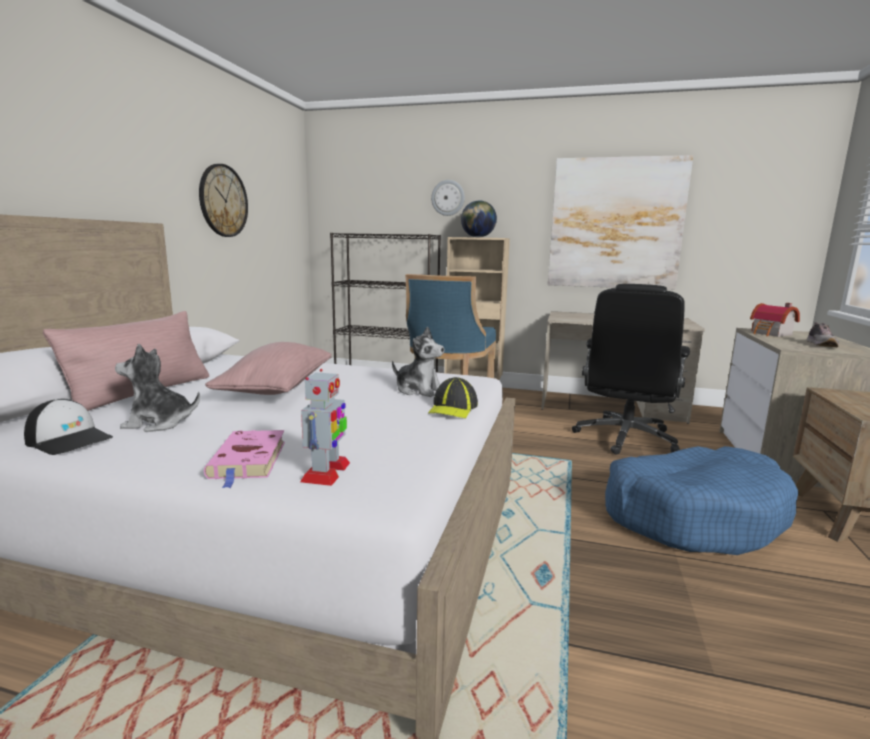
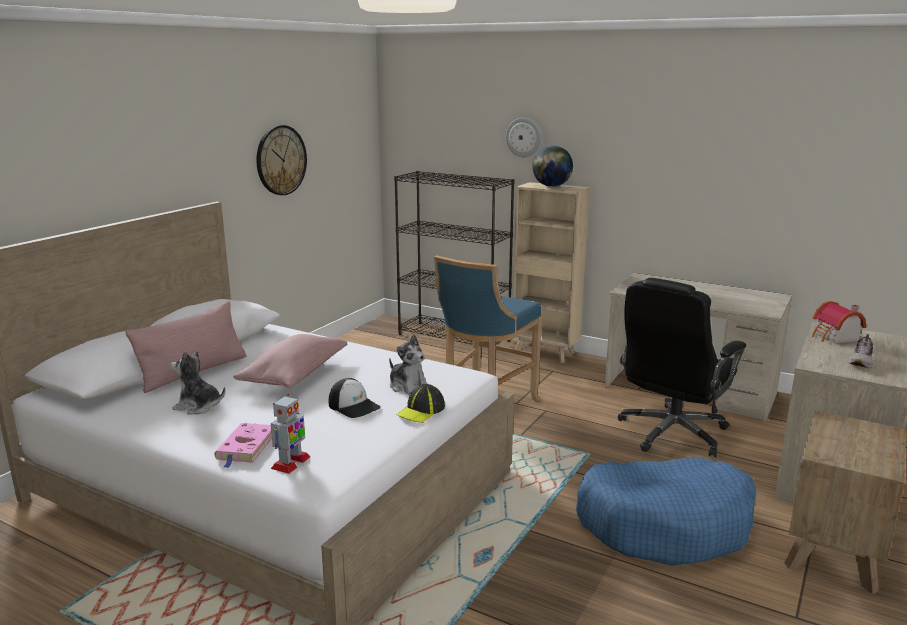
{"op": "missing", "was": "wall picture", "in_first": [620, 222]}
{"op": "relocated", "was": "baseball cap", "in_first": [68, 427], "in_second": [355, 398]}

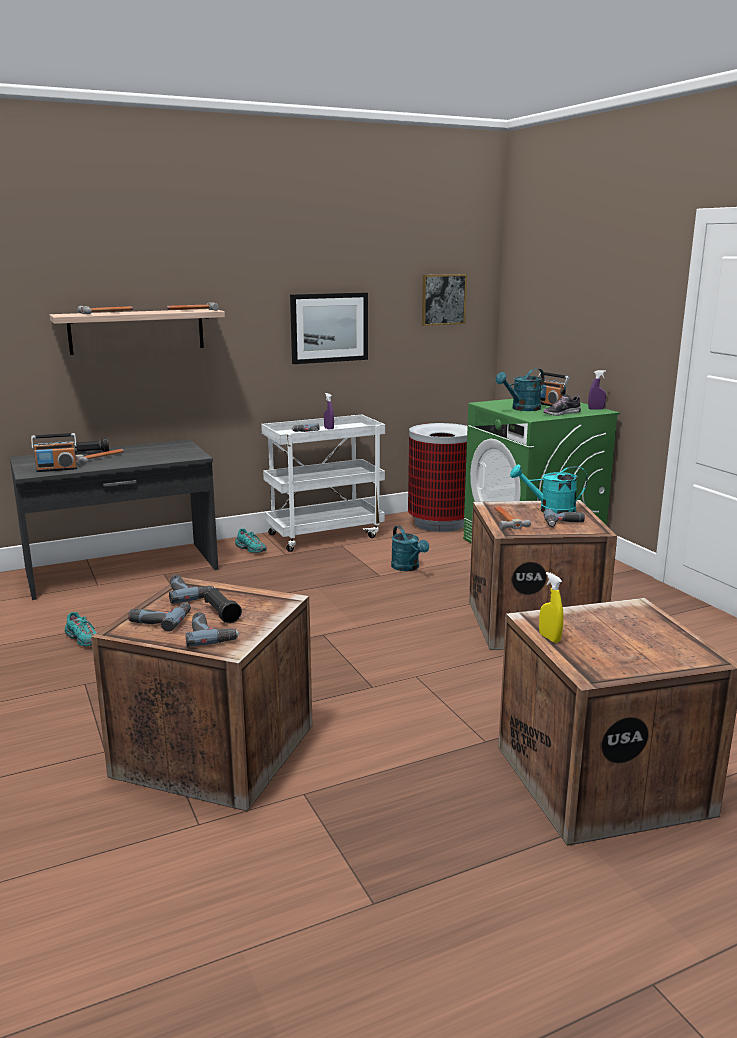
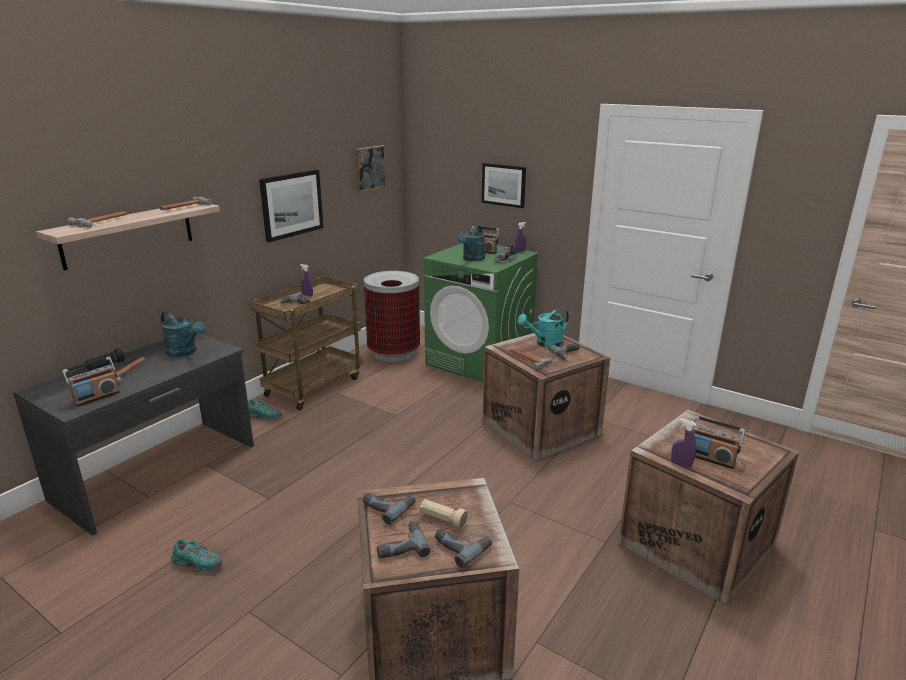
{"op": "appeared", "now": "wall picture", "in_second": [504, 185]}
{"op": "appeared", "now": "radio", "in_second": [718, 442]}
{"op": "relocated", "was": "watering pot in turquoise-coloured", "in_first": [410, 548], "in_second": [183, 334]}
{"op": "colour", "was": "flashlight in black", "now": "flashlight in sand-coloured", "in_first": [223, 606], "in_second": [444, 514]}
{"op": "colour", "was": "cart in whitish", "now": "cart in brown", "in_first": [323, 483], "in_second": [306, 343]}
{"op": "colour", "was": "hand sprayer in yellow", "now": "hand sprayer in purple-coloured", "in_first": [551, 607], "in_second": [683, 443]}

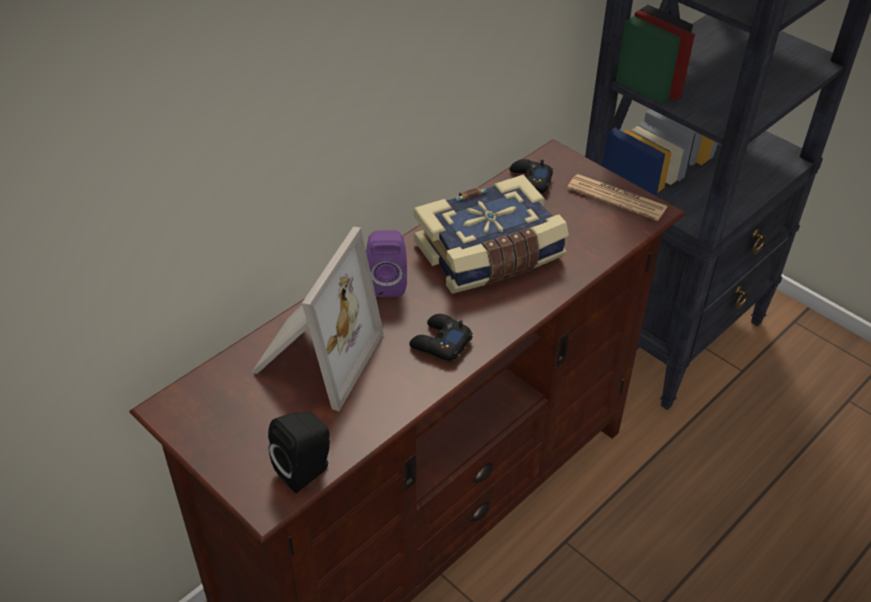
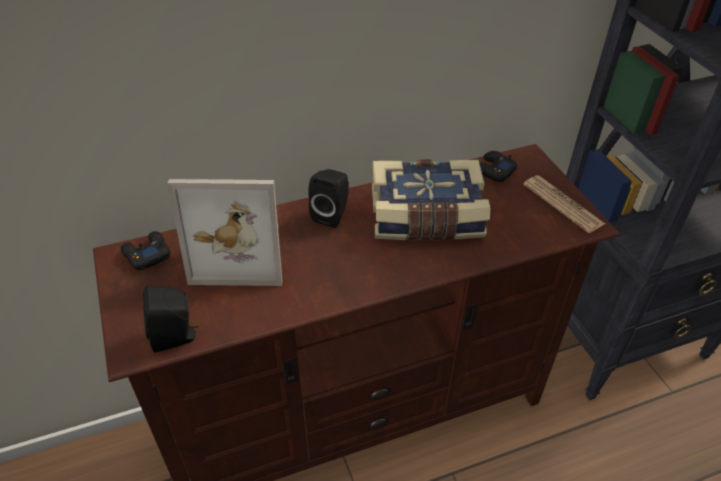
{"op": "relocated", "was": "joypad in black", "in_first": [441, 337], "in_second": [145, 250]}
{"op": "colour", "was": "speaker in purple-coloured", "now": "speaker in black", "in_first": [386, 263], "in_second": [328, 198]}
{"op": "spun", "was": "photo frame", "in_first": [317, 319], "in_second": [225, 232], "clockwise": 45}

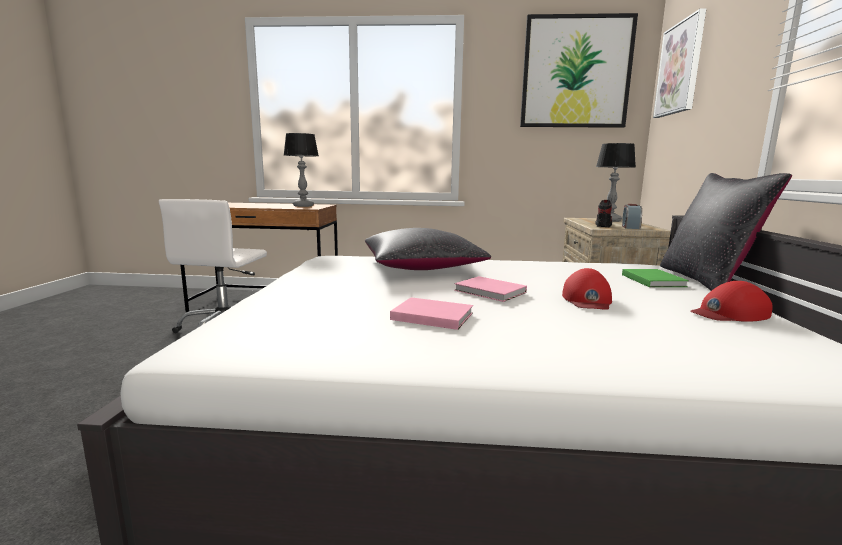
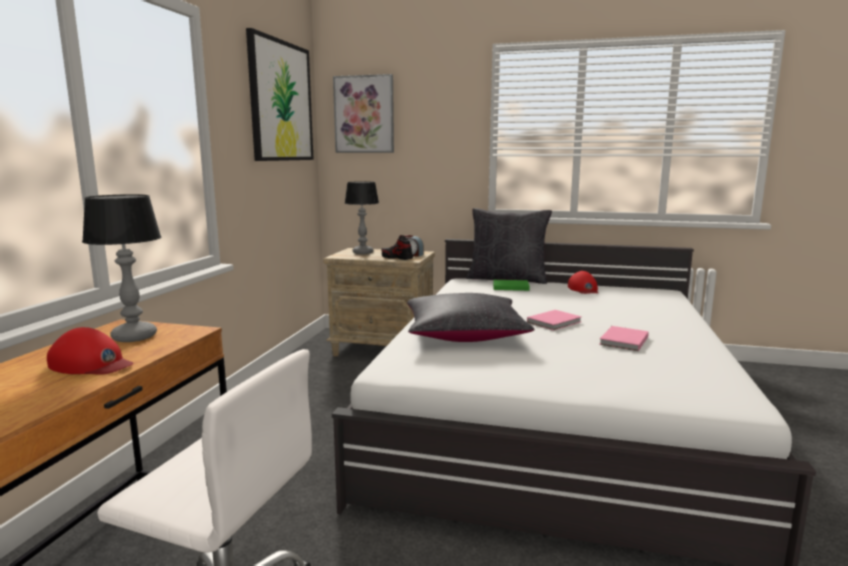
{"op": "relocated", "was": "baseball cap in red-coloured", "in_first": [587, 289], "in_second": [90, 351]}

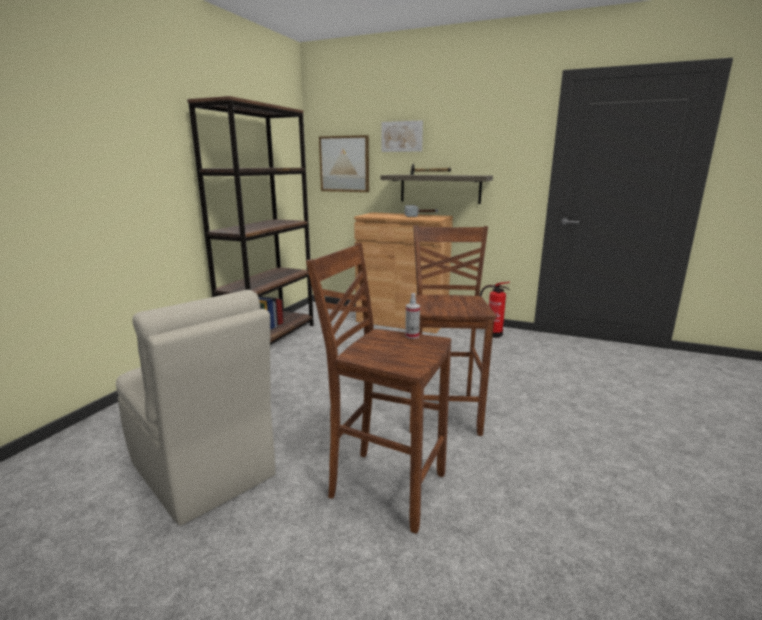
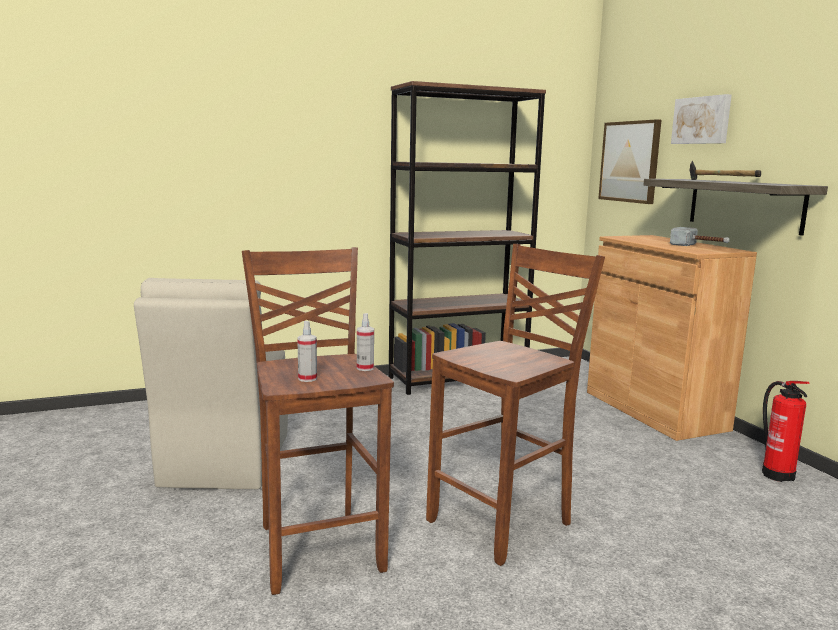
{"op": "appeared", "now": "hand sprayer", "in_second": [307, 351]}

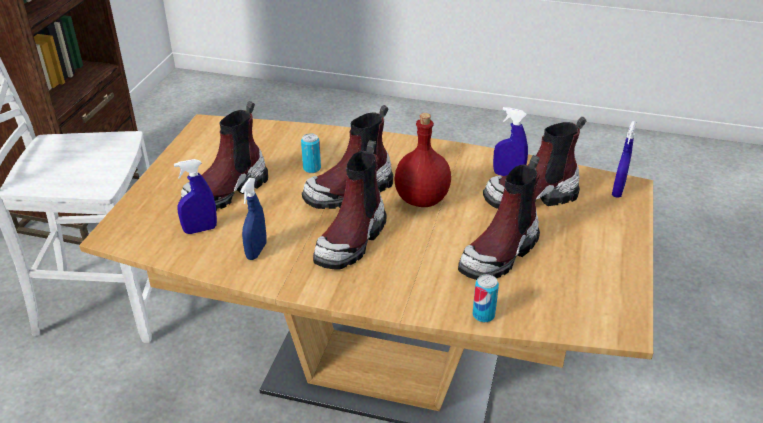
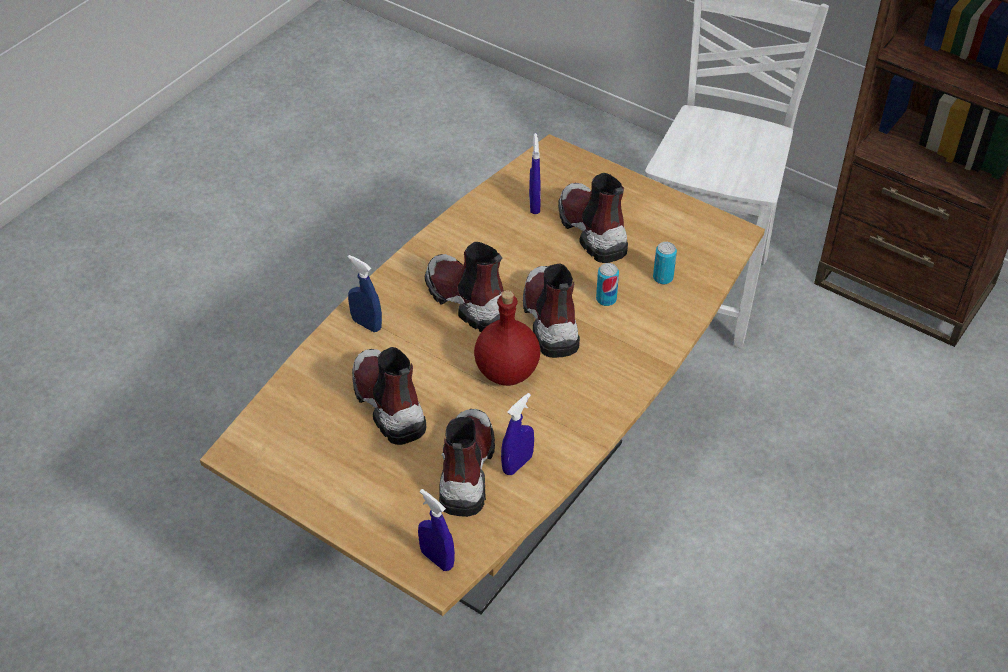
{"op": "relocated", "was": "hand sprayer in blue", "in_first": [253, 219], "in_second": [364, 293]}
{"op": "relocated", "was": "sealed can", "in_first": [486, 298], "in_second": [665, 263]}

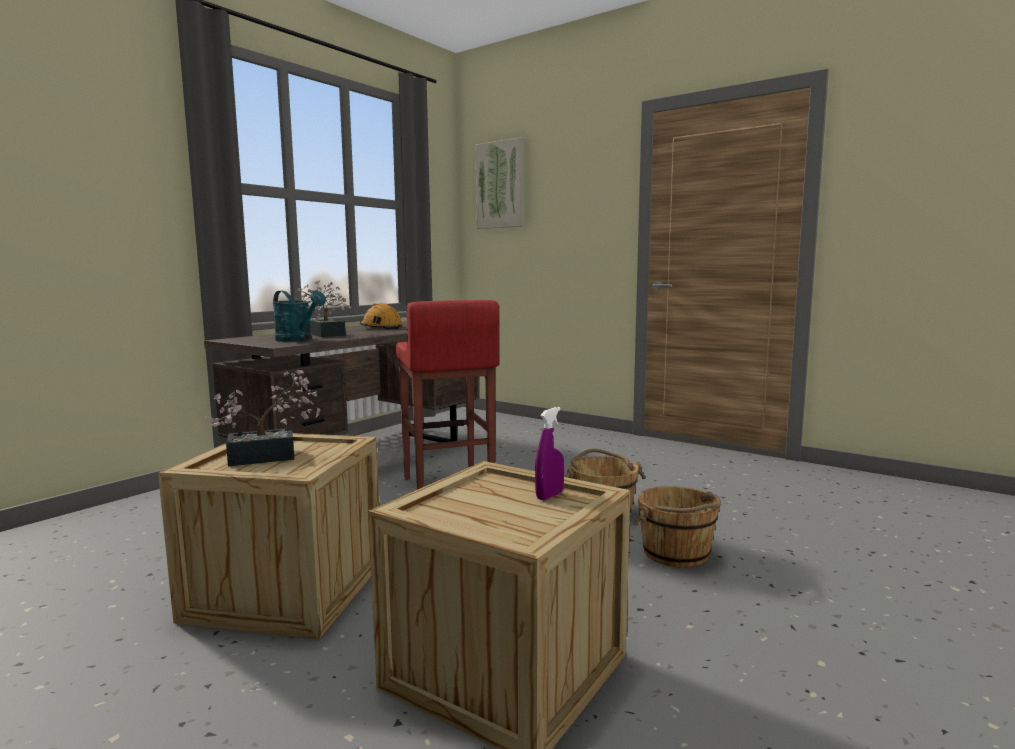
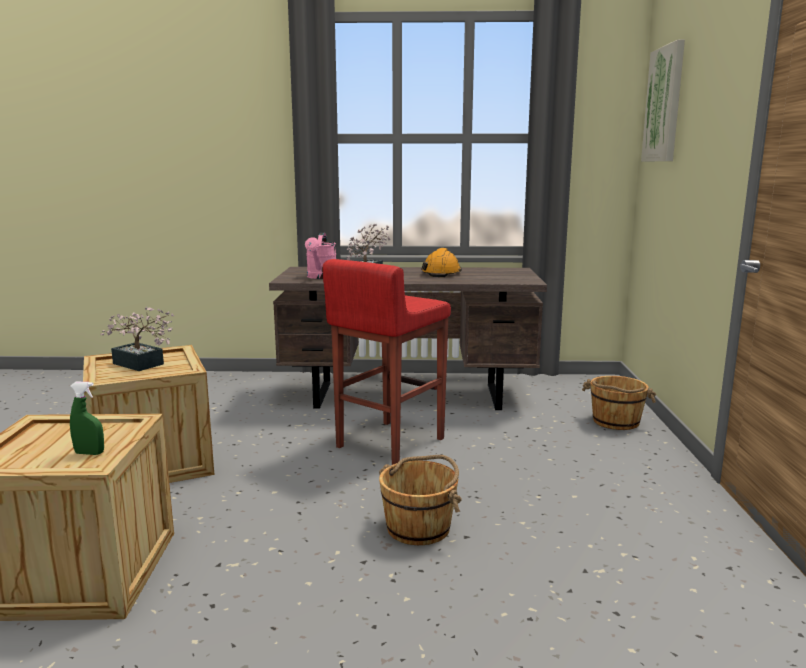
{"op": "relocated", "was": "bucket in brown", "in_first": [677, 526], "in_second": [619, 403]}
{"op": "colour", "was": "watering pot in turquoise-coloured", "now": "watering pot in pinkish", "in_first": [299, 316], "in_second": [320, 256]}
{"op": "colour", "was": "hand sprayer in purple-coloured", "now": "hand sprayer in green", "in_first": [549, 453], "in_second": [87, 418]}

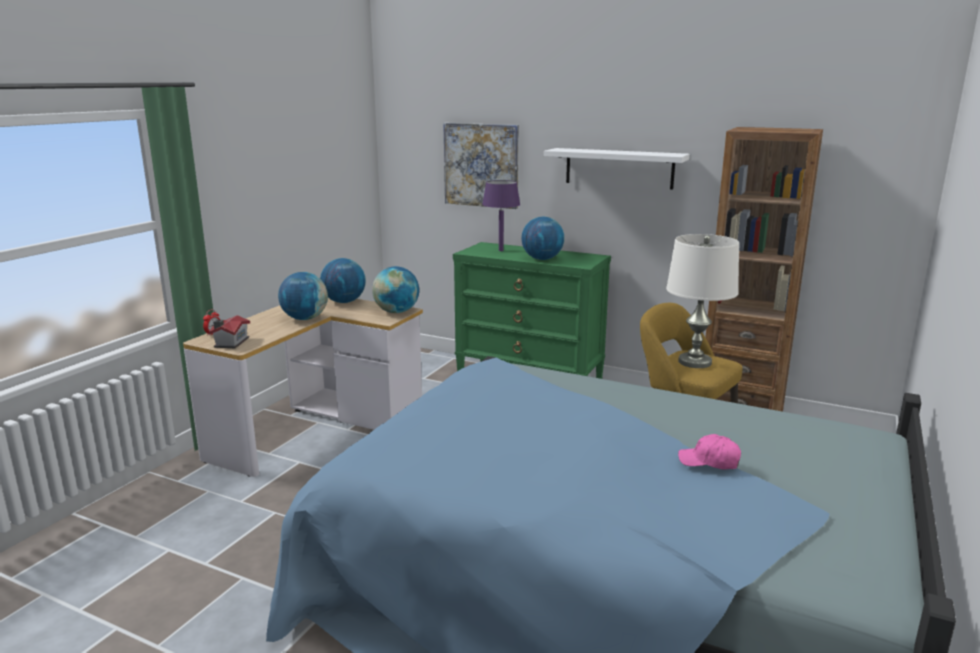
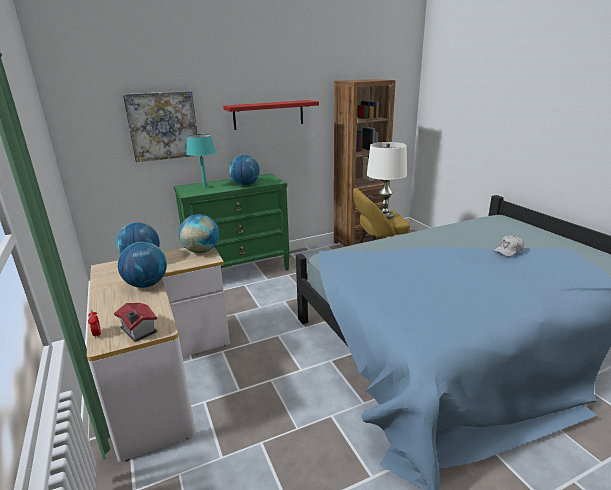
{"op": "colour", "was": "tabletop lamp in purple-coloured", "now": "tabletop lamp in turquoise-coloured", "in_first": [501, 215], "in_second": [201, 161]}
{"op": "colour", "was": "bracket shelf in whitish", "now": "bracket shelf in red-coloured", "in_first": [617, 169], "in_second": [271, 115]}
{"op": "colour", "was": "baseball cap in pinkish", "now": "baseball cap in whitish", "in_first": [709, 452], "in_second": [509, 245]}

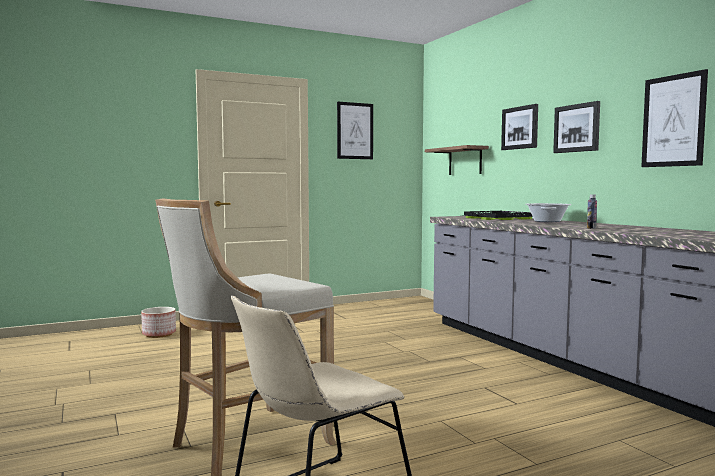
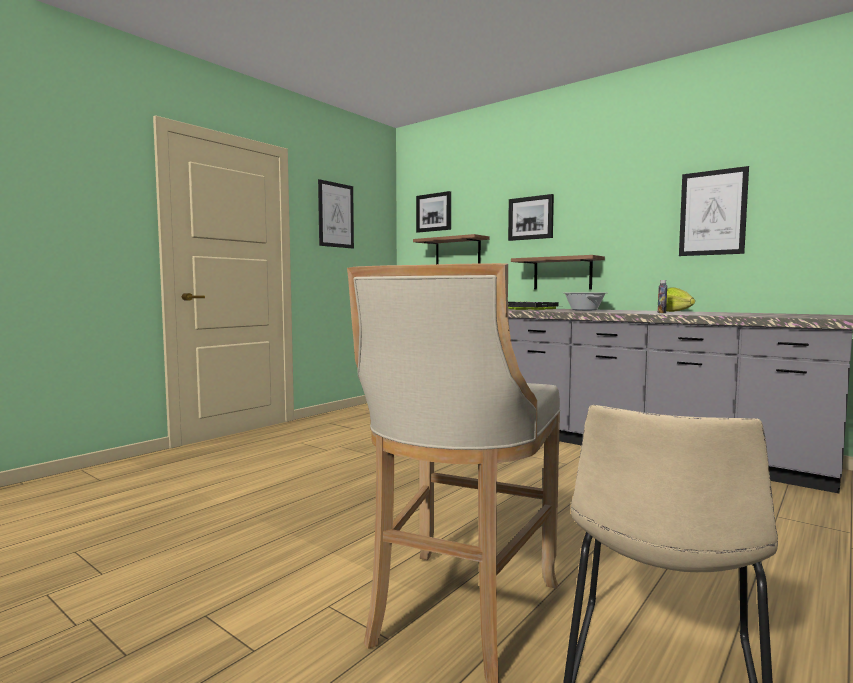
{"op": "missing", "was": "flower pot", "in_first": [158, 322]}
{"op": "appeared", "now": "bracket shelf", "in_second": [558, 272]}
{"op": "appeared", "now": "lettuce head", "in_second": [680, 299]}
{"op": "relocated", "was": "wall picture", "in_first": [576, 127], "in_second": [433, 212]}

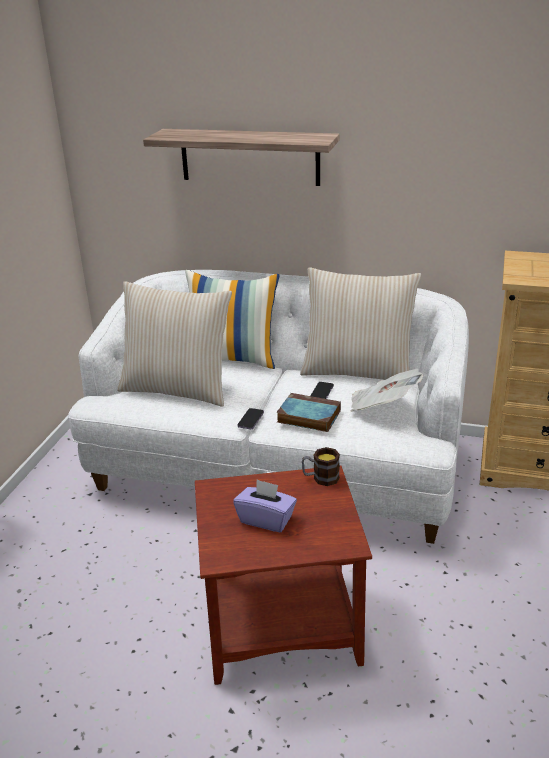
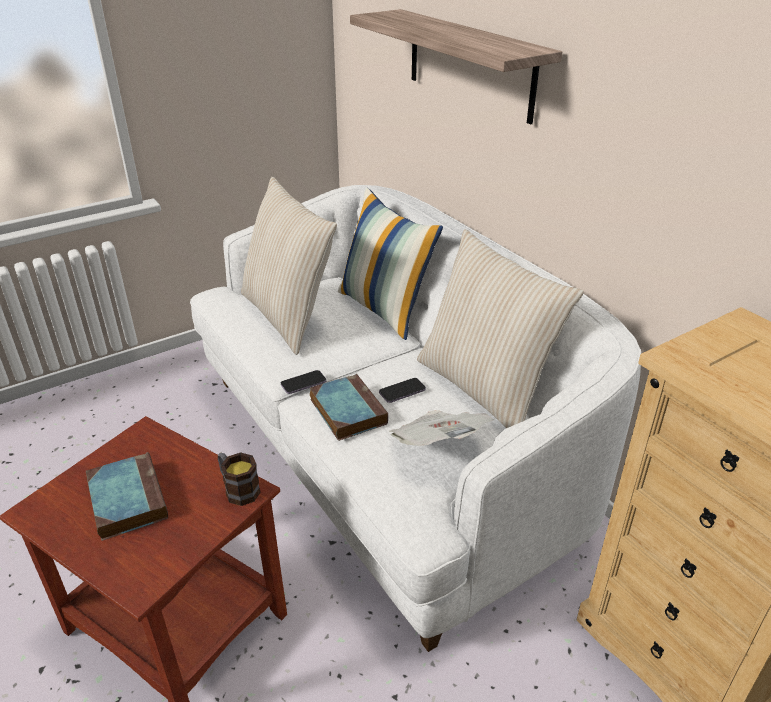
{"op": "exchanged", "was": "box of tissues in purple-coloured", "now": "volume", "in_first": [265, 505], "in_second": [127, 496]}

